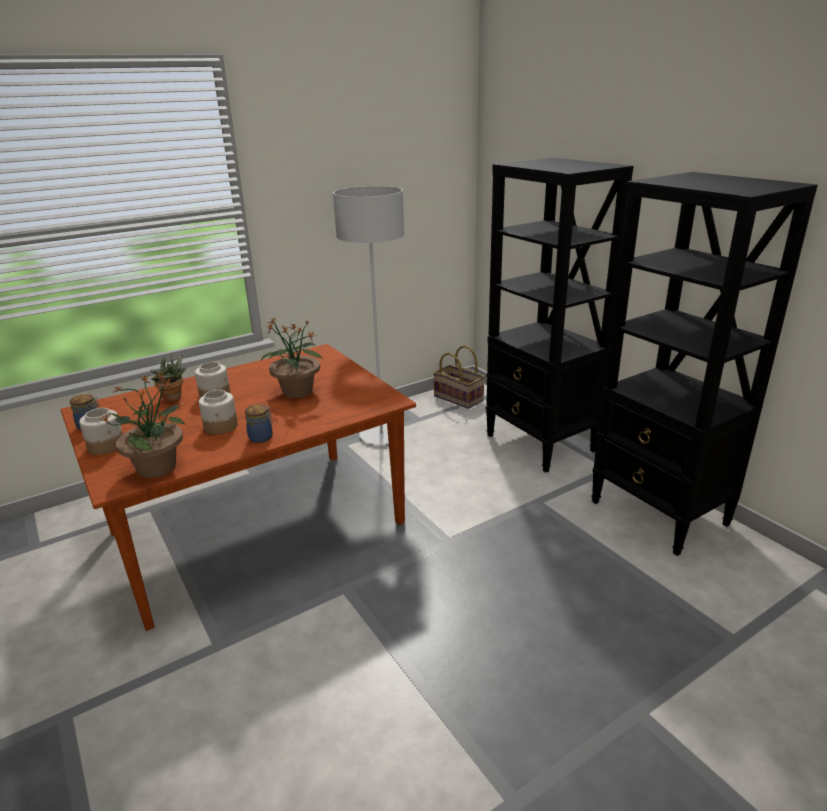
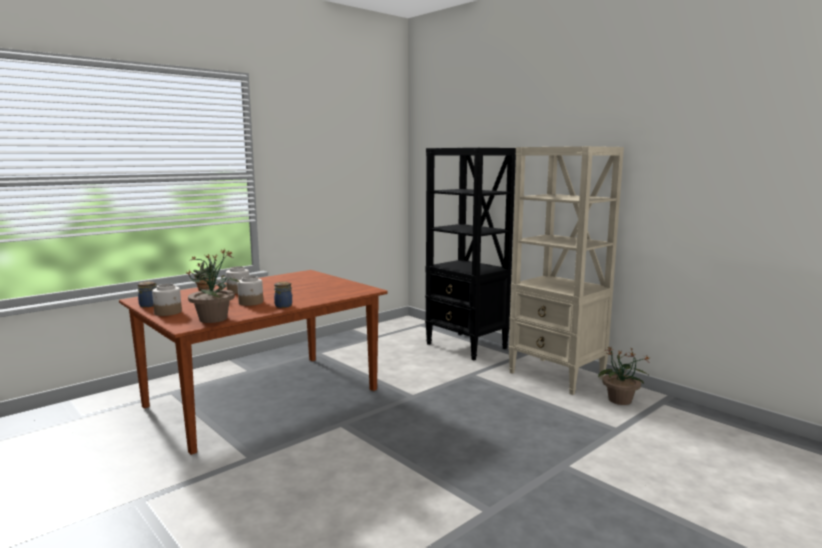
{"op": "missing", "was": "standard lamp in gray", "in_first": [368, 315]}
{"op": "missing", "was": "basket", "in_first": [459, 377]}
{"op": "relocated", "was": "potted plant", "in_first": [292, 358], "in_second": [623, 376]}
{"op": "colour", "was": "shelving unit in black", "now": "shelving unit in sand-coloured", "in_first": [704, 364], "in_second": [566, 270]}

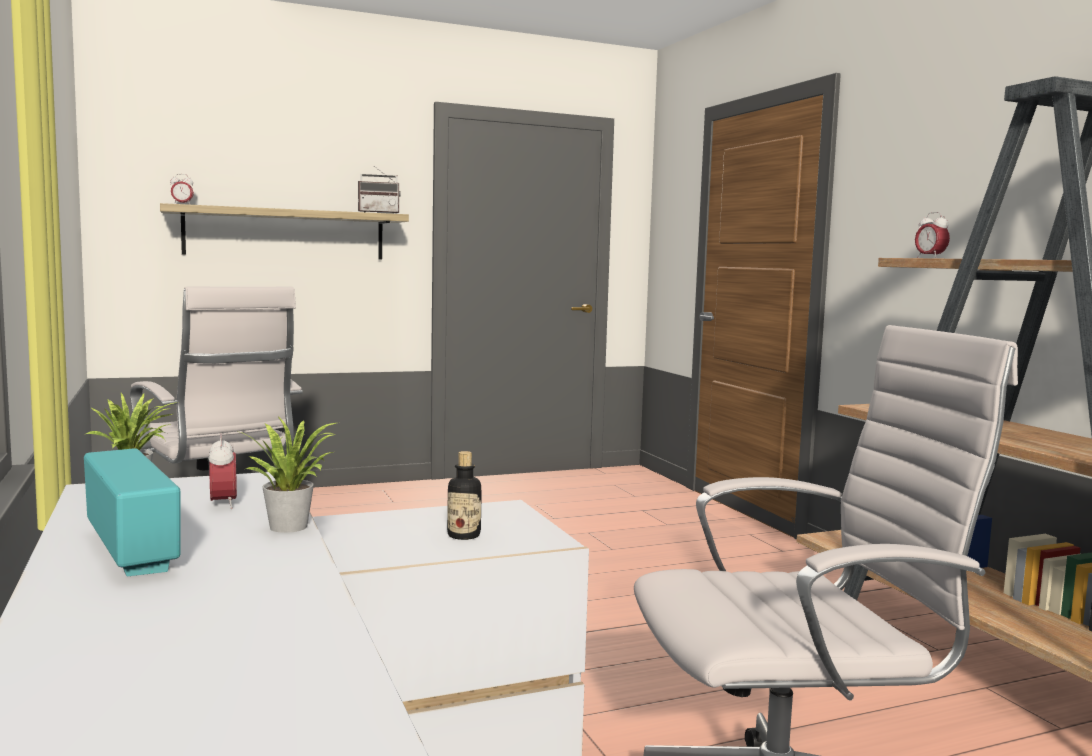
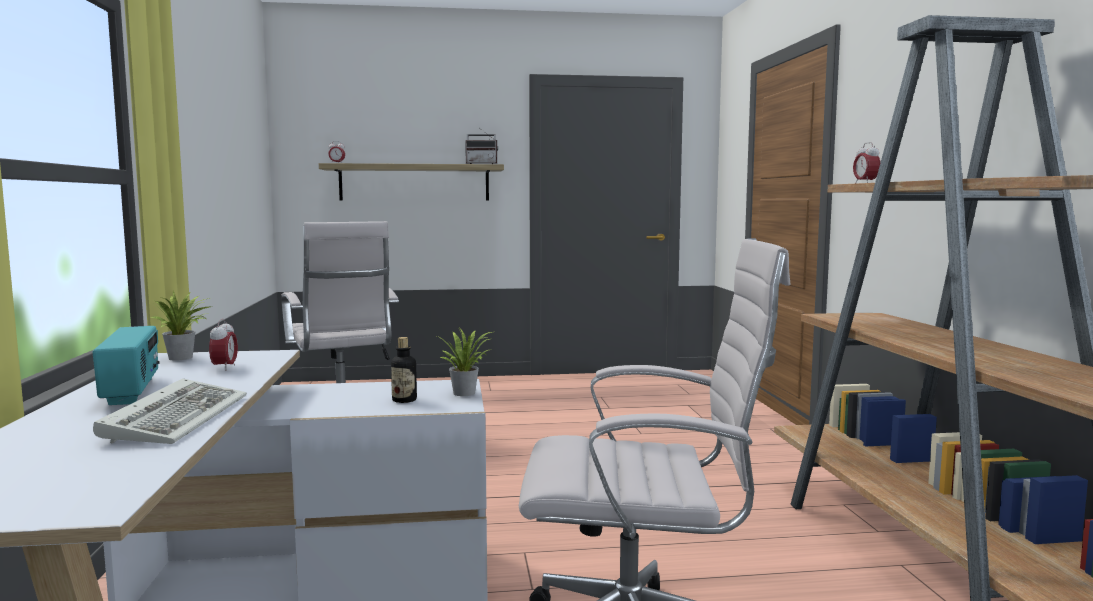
{"op": "appeared", "now": "PC keyboard", "in_second": [170, 411]}
{"op": "relocated", "was": "potted plant", "in_first": [288, 474], "in_second": [464, 361]}

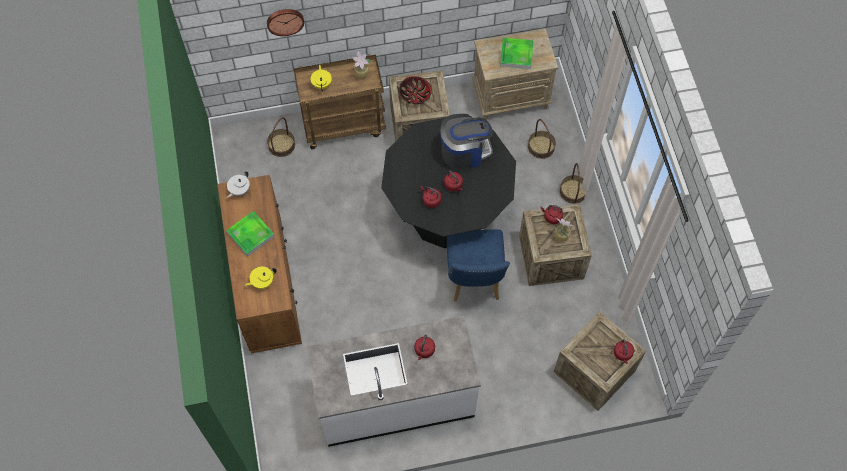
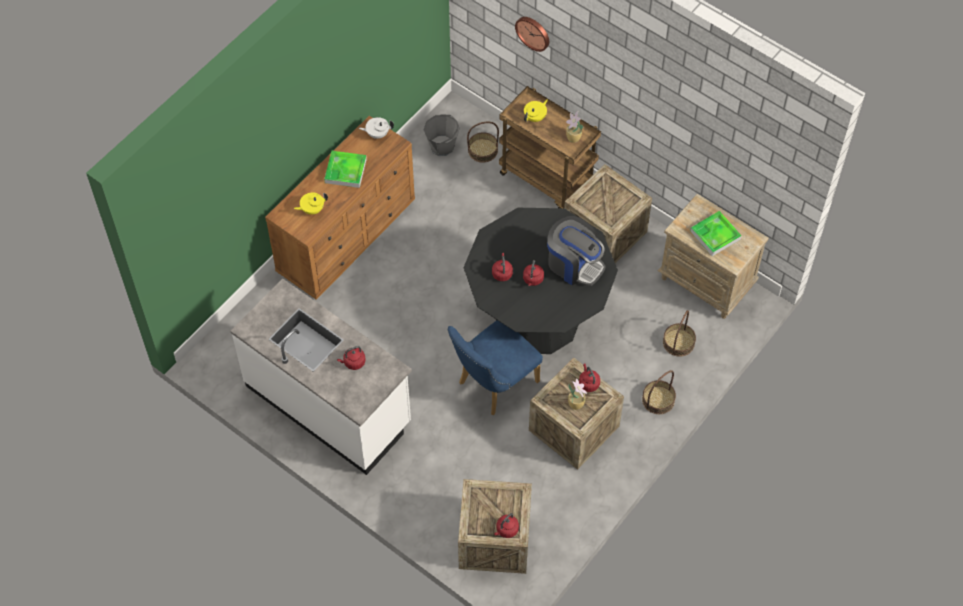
{"op": "missing", "was": "deep dish", "in_first": [415, 90]}
{"op": "appeared", "now": "bucket in gray", "in_second": [442, 135]}
{"op": "spun", "was": "tea pot in yellow", "in_first": [261, 278], "in_second": [311, 203], "clockwise": -45}

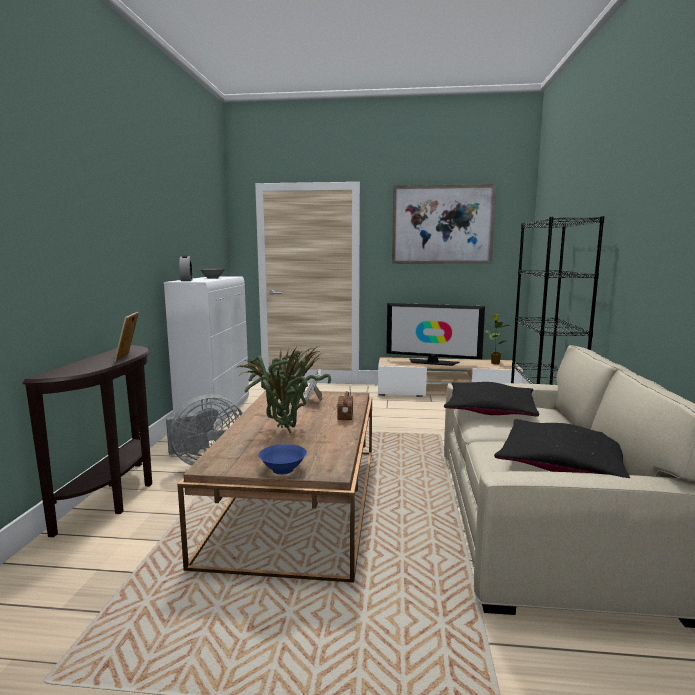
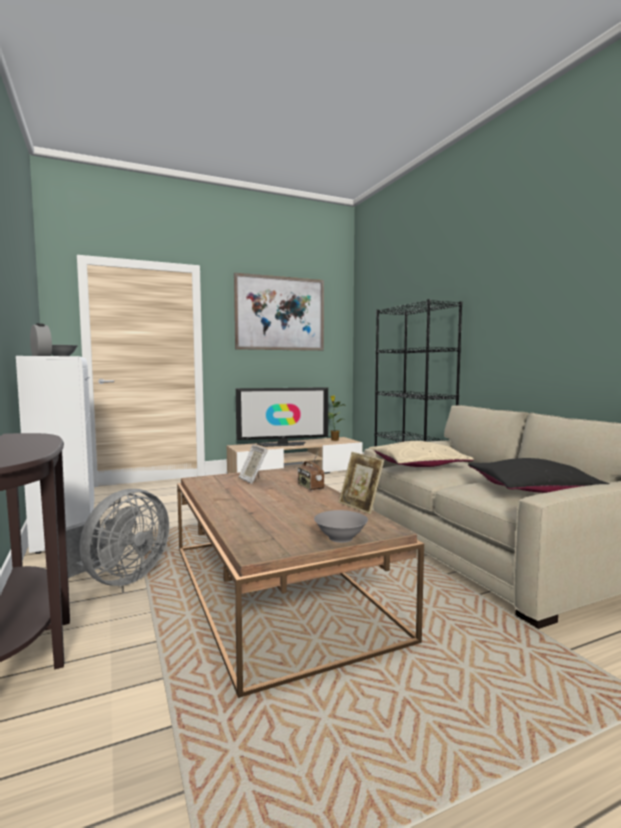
{"op": "missing", "was": "potted plant", "in_first": [282, 389]}
{"op": "relocated", "was": "photo frame", "in_first": [126, 337], "in_second": [361, 483]}
{"op": "colour", "was": "deep dish in blue", "now": "deep dish in gray", "in_first": [283, 459], "in_second": [341, 526]}
{"op": "colour", "was": "throw pillow in black", "now": "throw pillow in sand-coloured", "in_first": [491, 399], "in_second": [421, 454]}

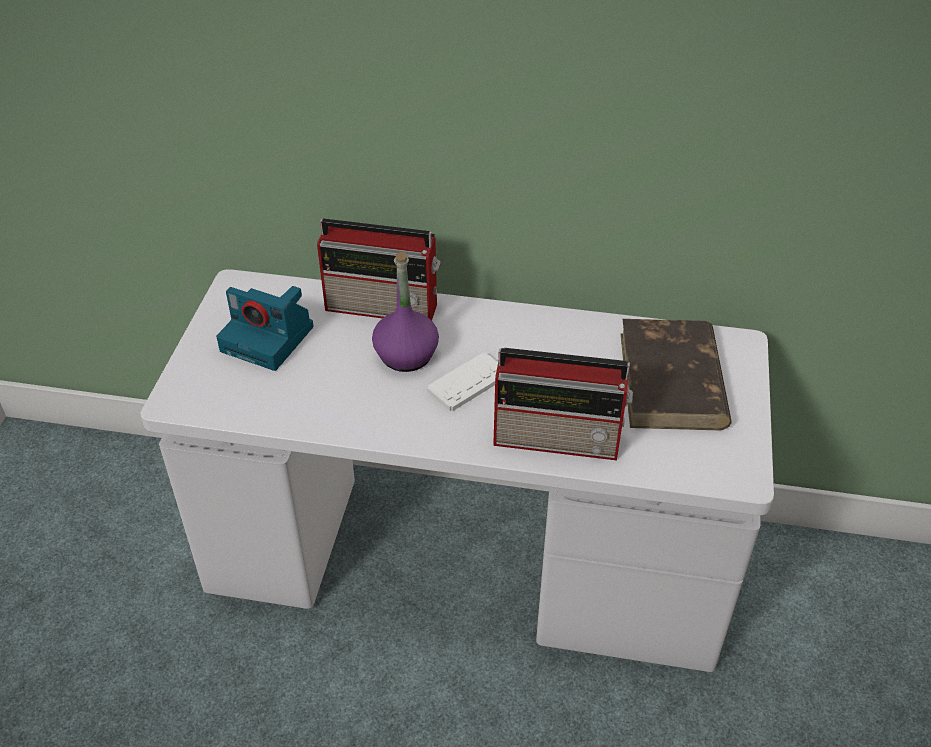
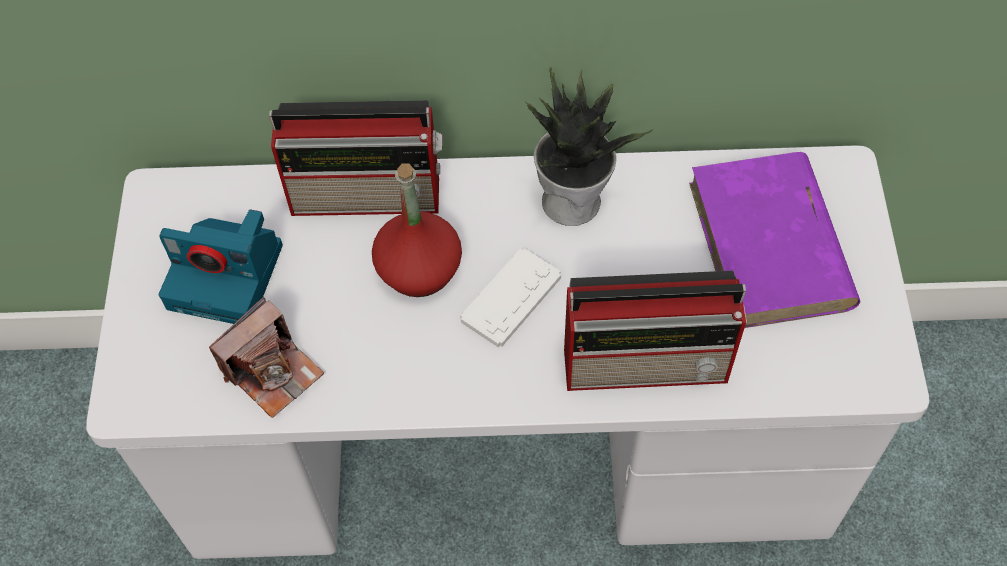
{"op": "appeared", "now": "still camera", "in_second": [266, 357]}
{"op": "appeared", "now": "potted plant", "in_second": [589, 146]}
{"op": "colour", "was": "drink bottle in purple-coloured", "now": "drink bottle in red-coloured", "in_first": [405, 312], "in_second": [417, 230]}
{"op": "colour", "was": "volume in brown", "now": "volume in purple-coloured", "in_first": [675, 374], "in_second": [774, 240]}

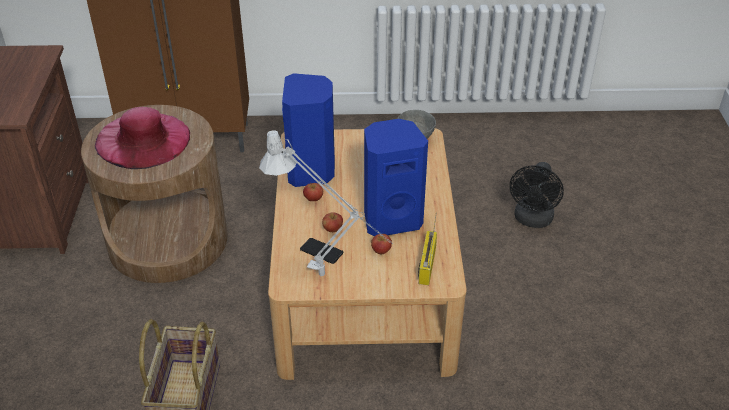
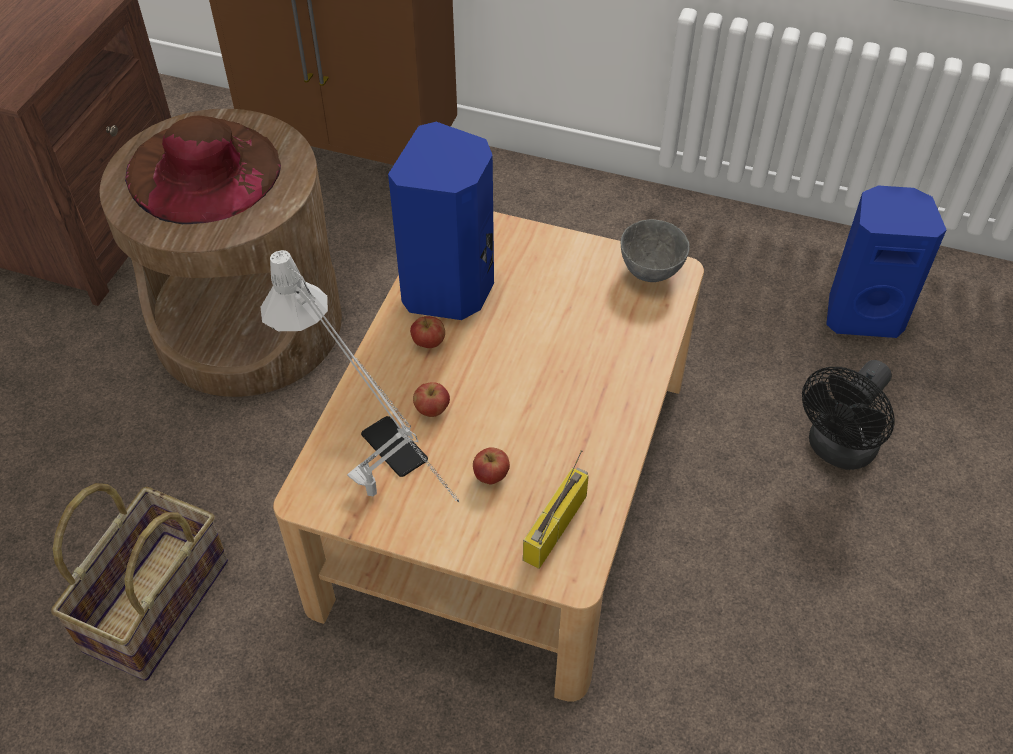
{"op": "relocated", "was": "speaker in blue", "in_first": [396, 177], "in_second": [886, 262]}
{"op": "colour", "was": "clothing hat in pinkish", "now": "clothing hat in brown", "in_first": [142, 138], "in_second": [203, 169]}

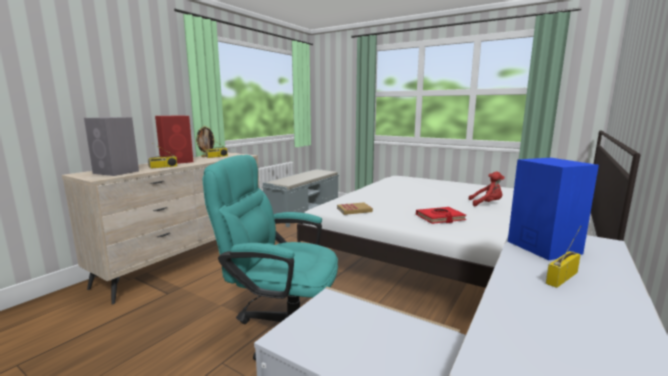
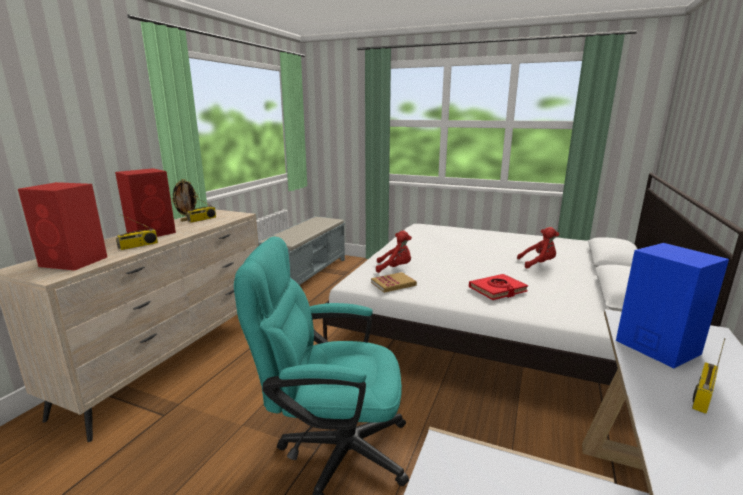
{"op": "appeared", "now": "cuddly toy in red-coloured", "in_second": [394, 251]}
{"op": "colour", "was": "speaker in gray", "now": "speaker in red-coloured", "in_first": [111, 146], "in_second": [62, 226]}

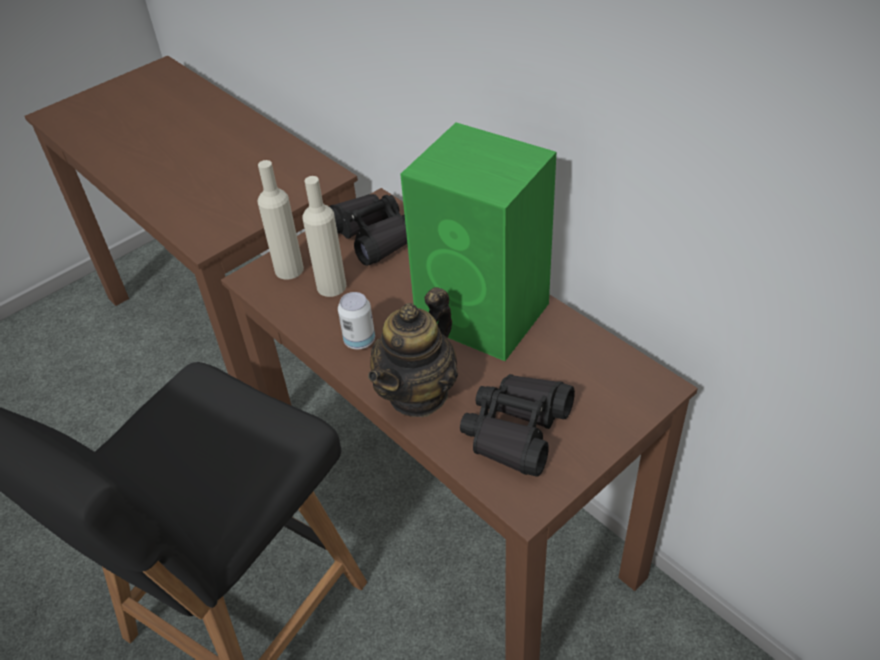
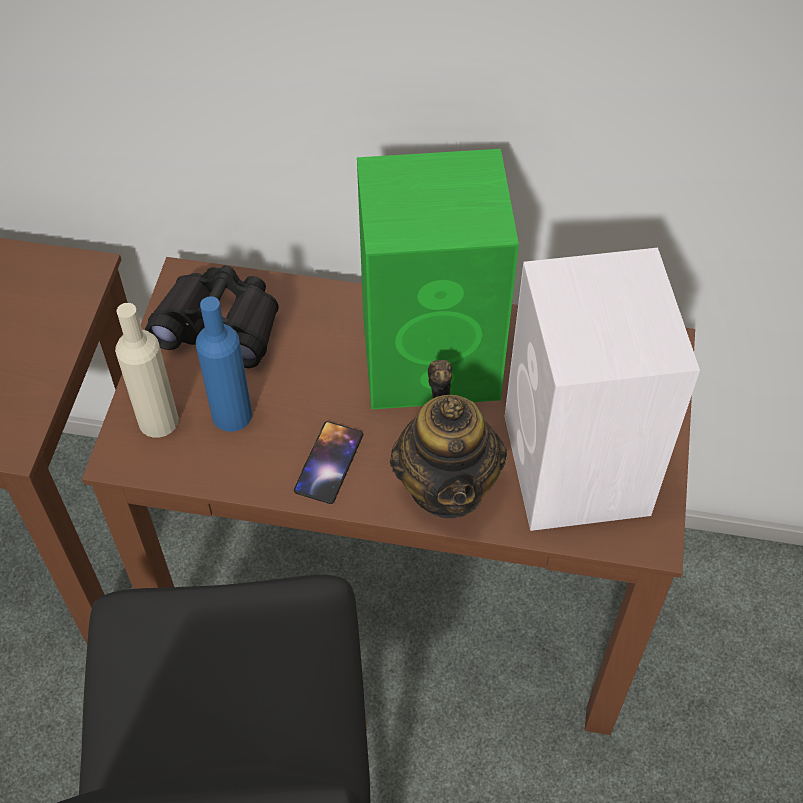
{"op": "exchanged", "was": "sealed can", "now": "telephone", "in_first": [356, 320], "in_second": [328, 462]}
{"op": "exchanged", "was": "binoculars in black", "now": "speaker in whitish", "in_first": [517, 425], "in_second": [602, 389]}
{"op": "colour", "was": "drink bottle in sand-coloured", "now": "drink bottle in blue", "in_first": [324, 236], "in_second": [224, 364]}

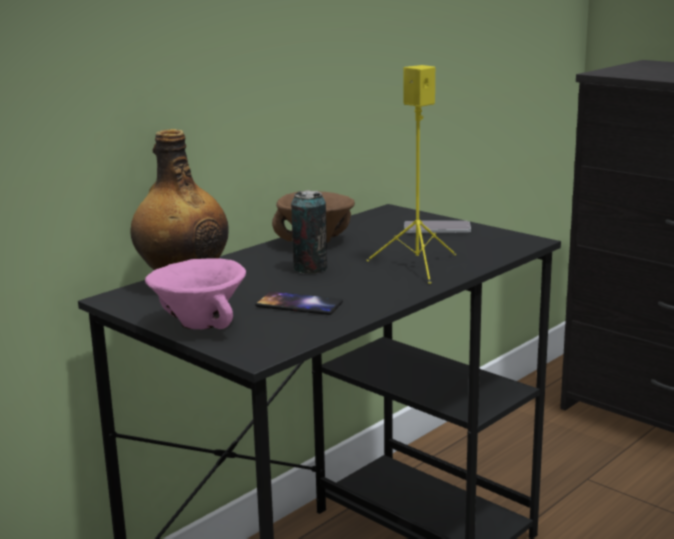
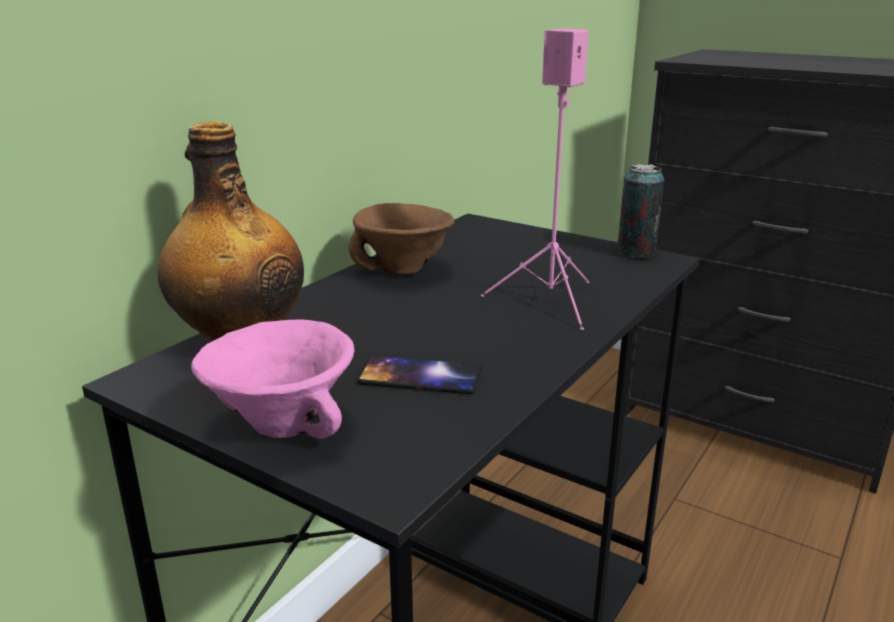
{"op": "missing", "was": "telephone", "in_first": [437, 227]}
{"op": "relocated", "was": "sealed can", "in_first": [309, 231], "in_second": [640, 211]}
{"op": "colour", "was": "speaker in yellow", "now": "speaker in pinkish", "in_first": [411, 174], "in_second": [535, 179]}

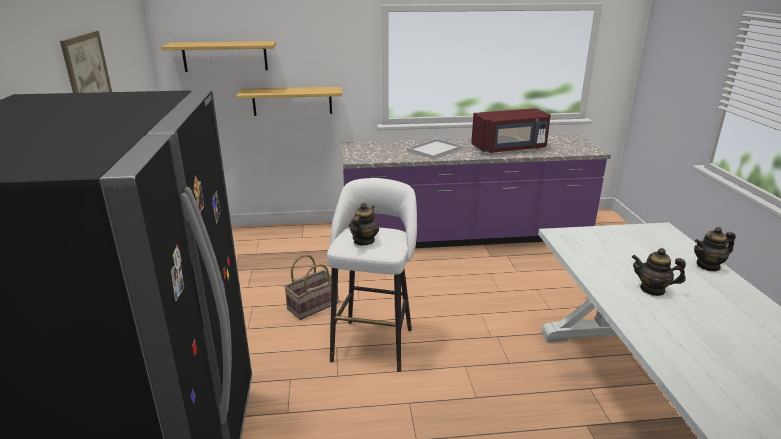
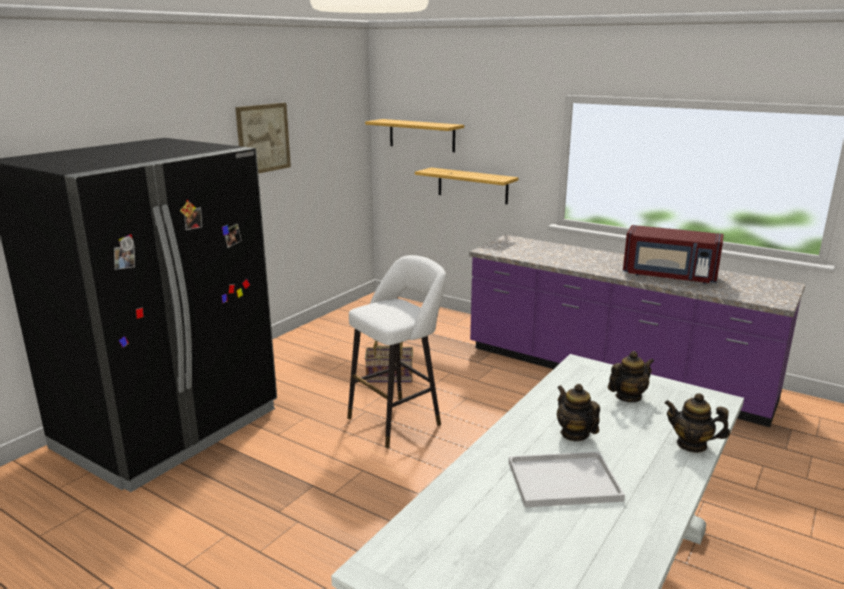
{"op": "relocated", "was": "tea pot", "in_first": [364, 224], "in_second": [631, 376]}
{"op": "relocated", "was": "tray in whitish", "in_first": [434, 149], "in_second": [567, 479]}

